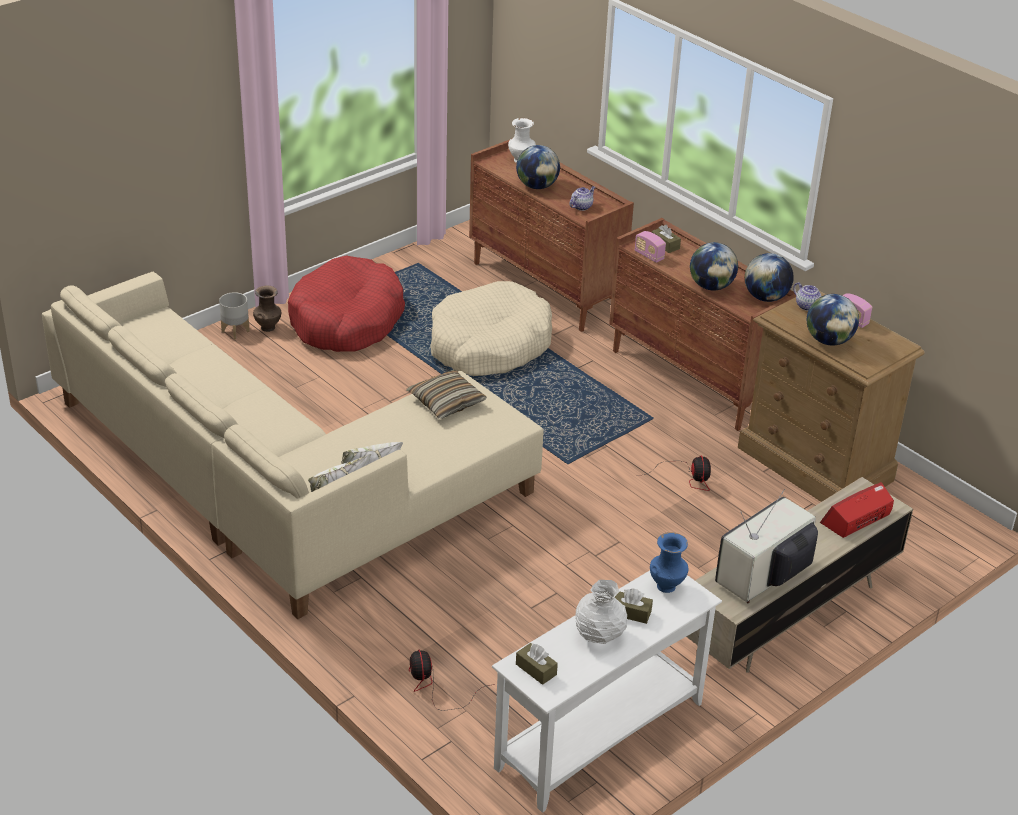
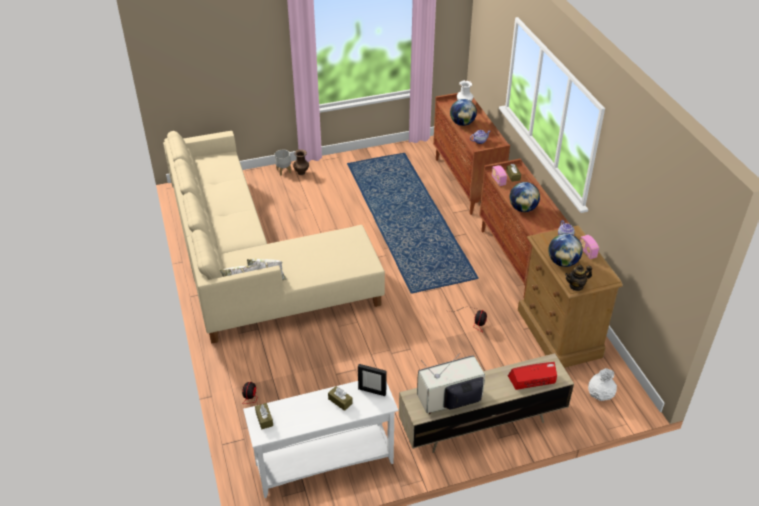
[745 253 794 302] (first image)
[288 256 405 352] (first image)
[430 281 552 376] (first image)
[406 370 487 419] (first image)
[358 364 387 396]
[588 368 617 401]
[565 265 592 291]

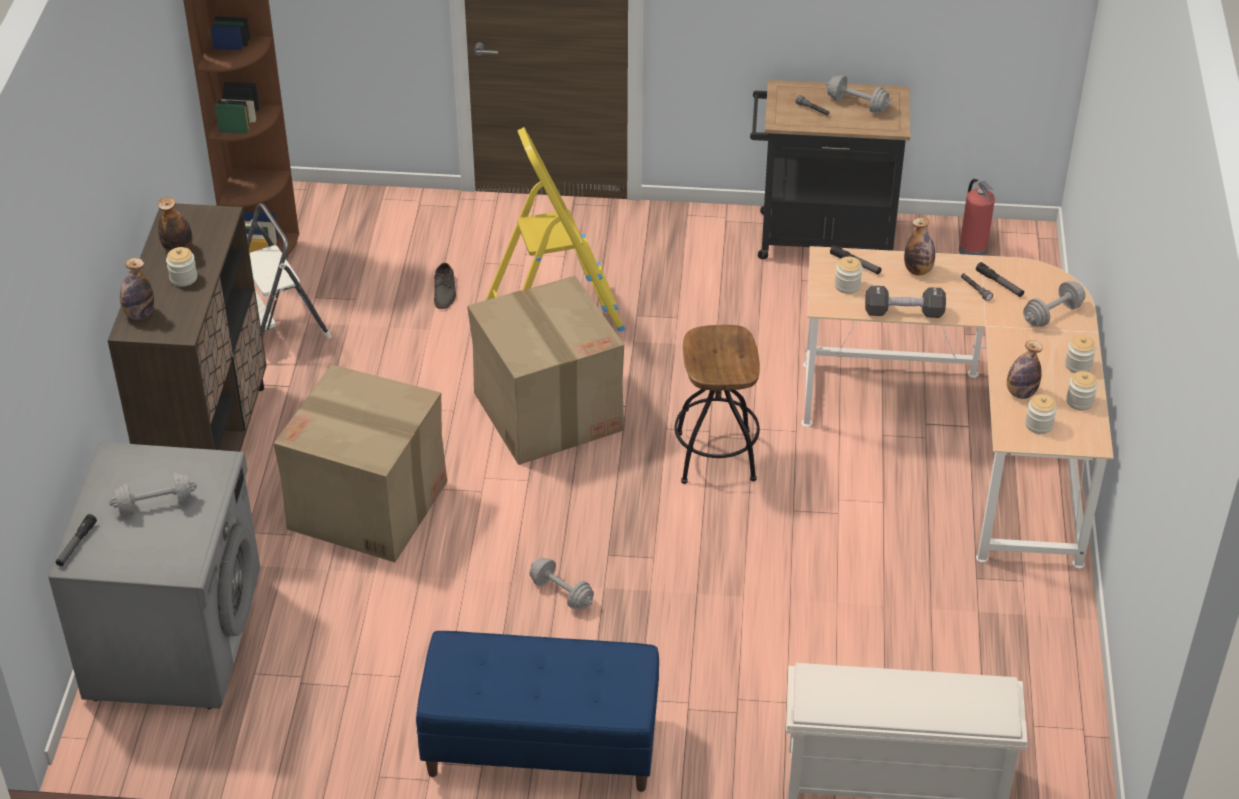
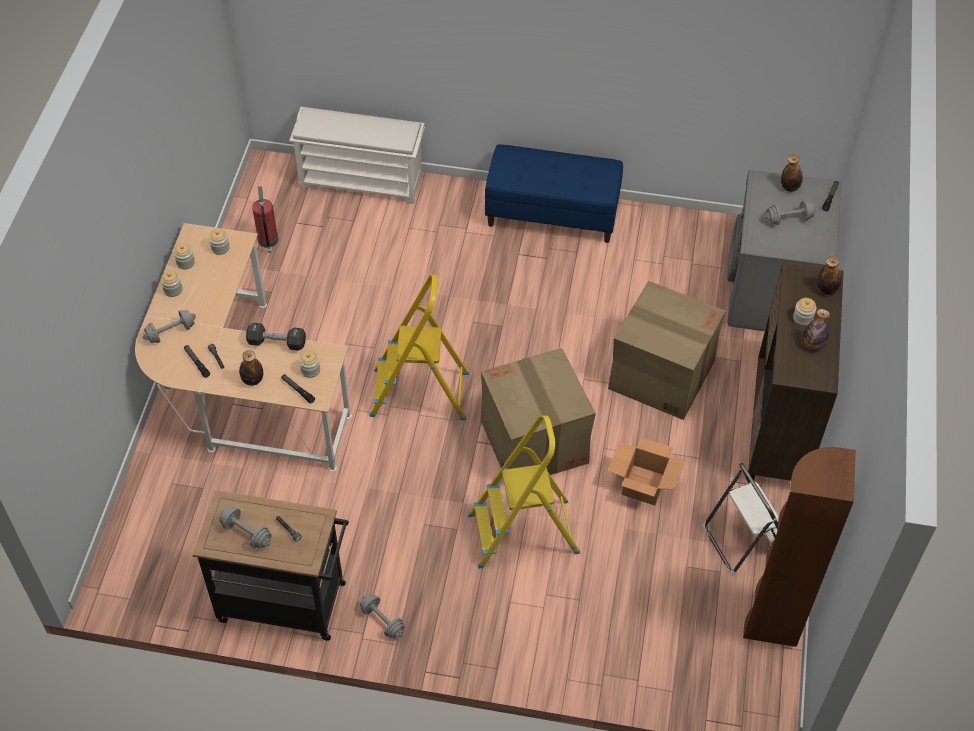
[252 186 278 253]
[434 263 456 309] (first image)
[369 274 469 420]
[781 154 803 192]
[360 594 405 639]
[608 437 686 506]

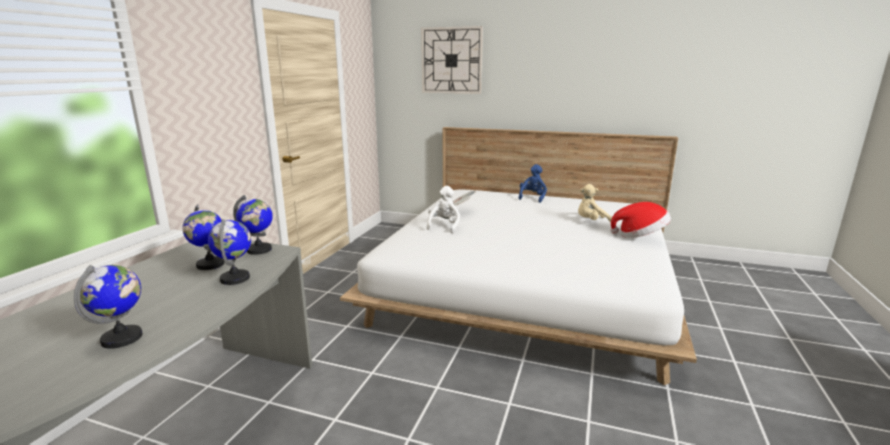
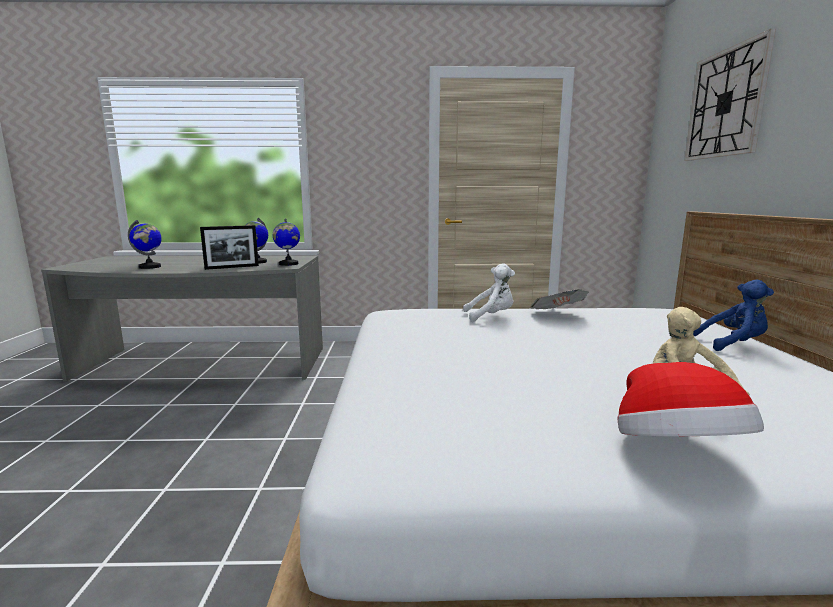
[200 225 259 270]

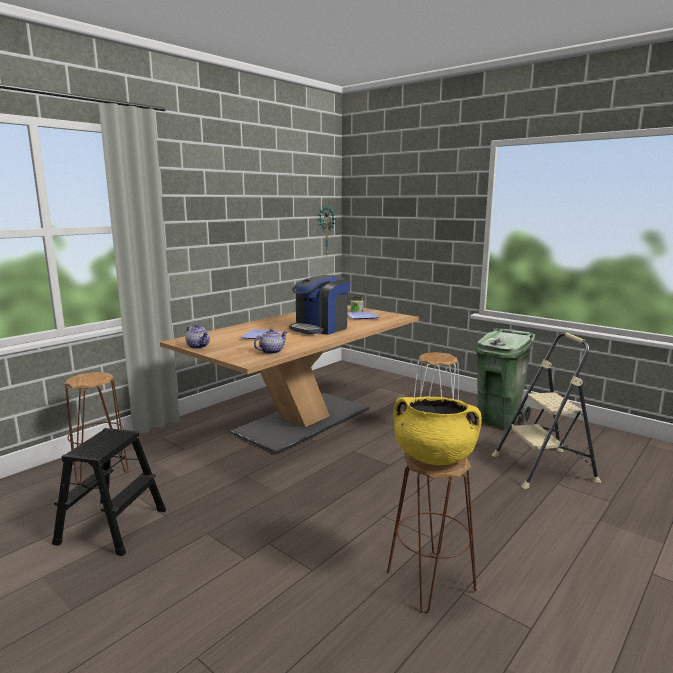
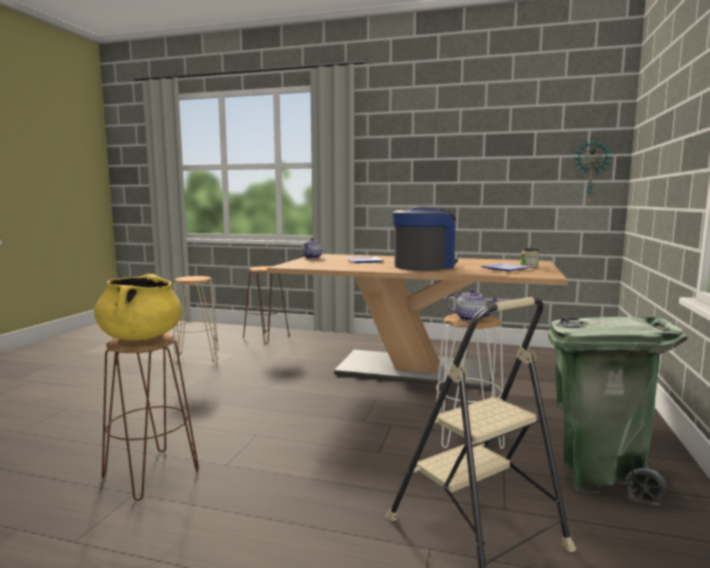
[392 206 458 271]
[446 289 499 322]
[173 276 219 365]

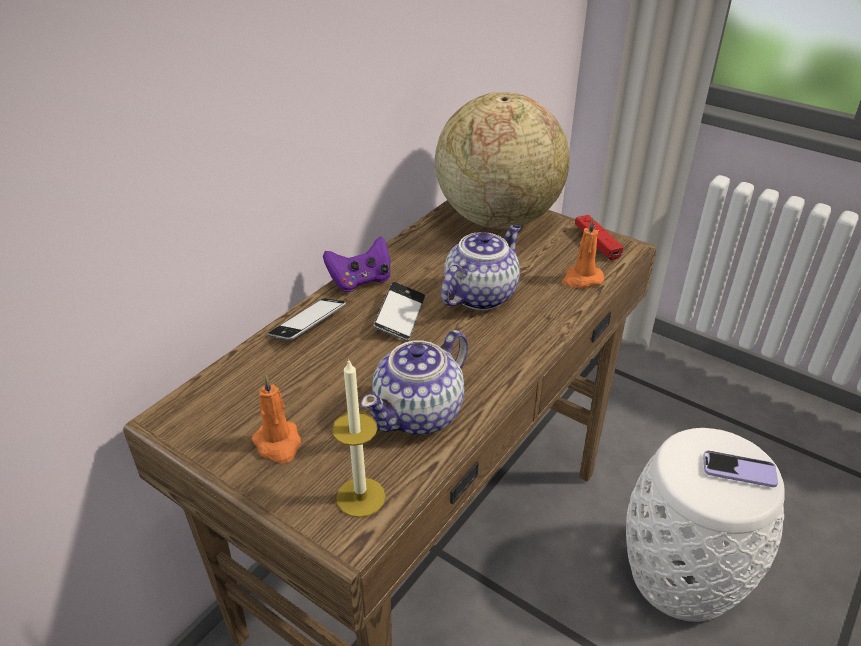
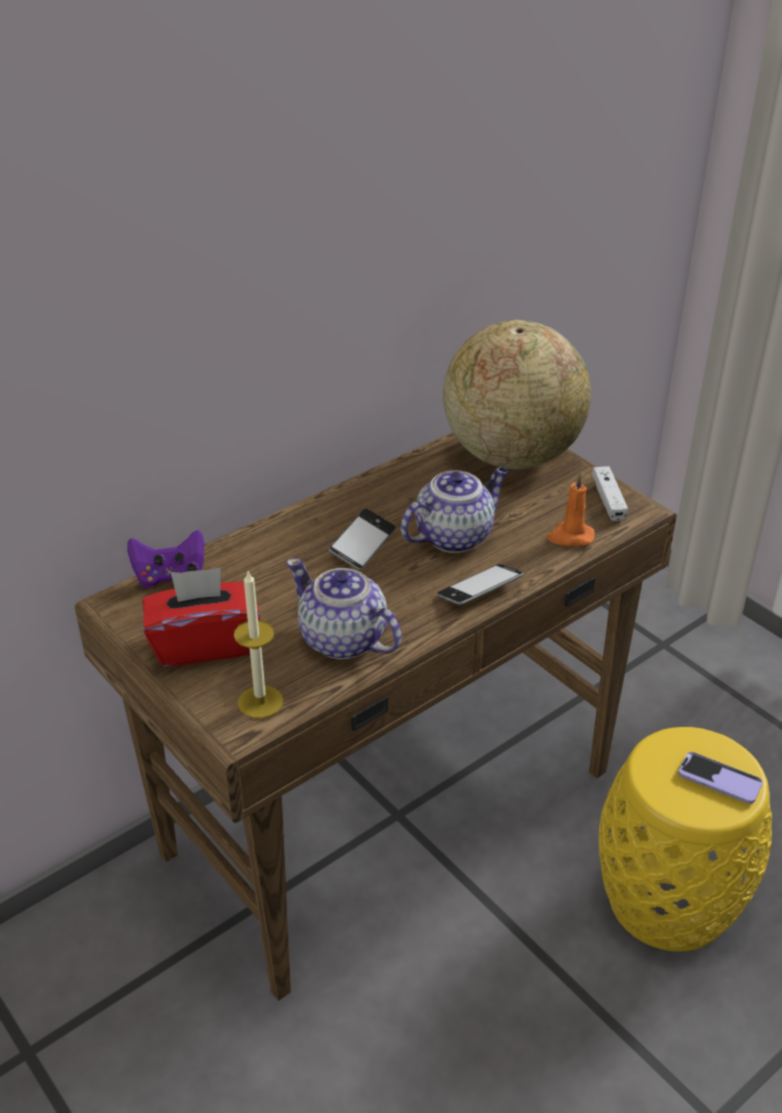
[592 466 628 521]
[127 530 204 588]
[437 564 523 605]
[286 558 402 659]
[143 568 260 667]
[599 727 772 952]

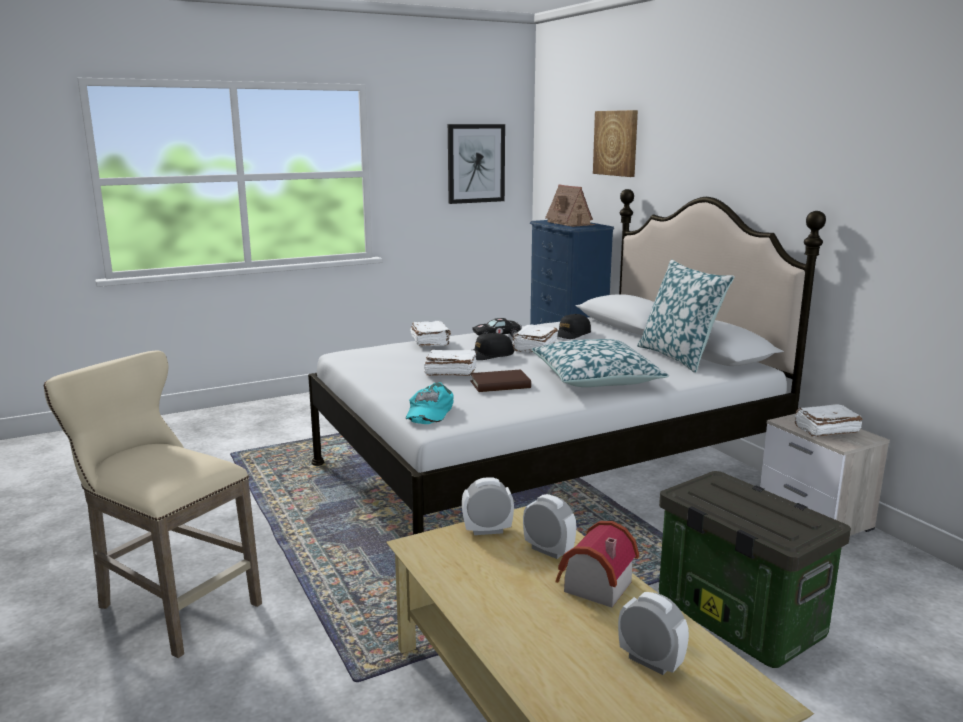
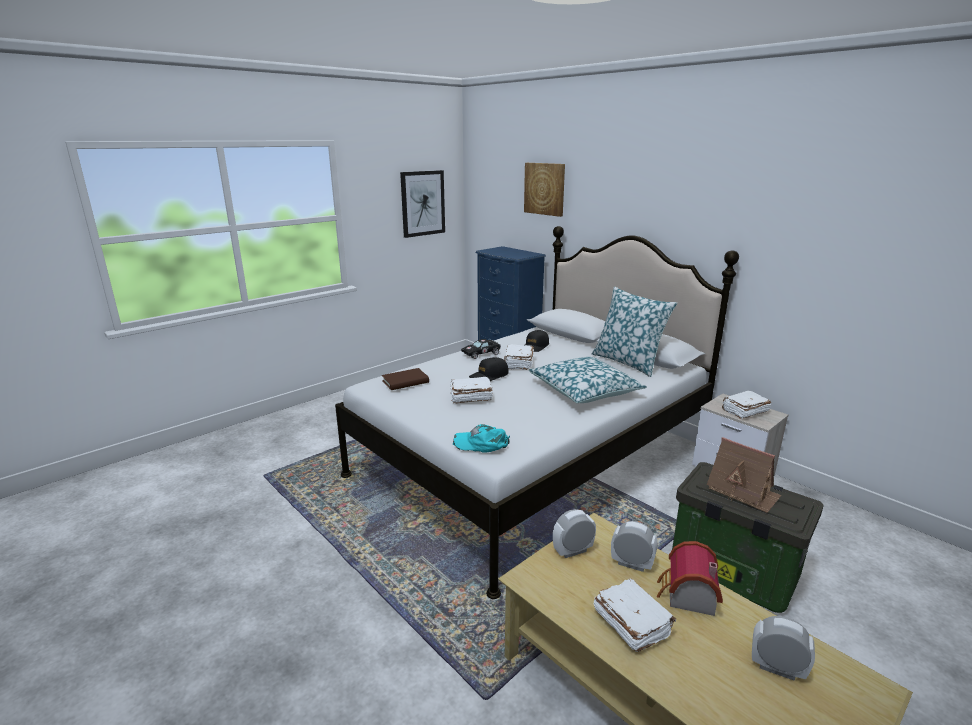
[707 437 781 513]
[594 579 676 652]
[43 351 262 658] (first image)
[382 368 429 390]
[453 424 510 453]

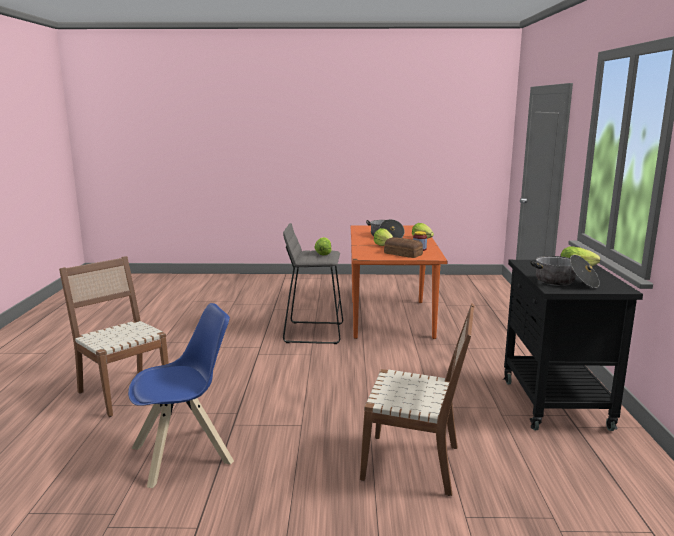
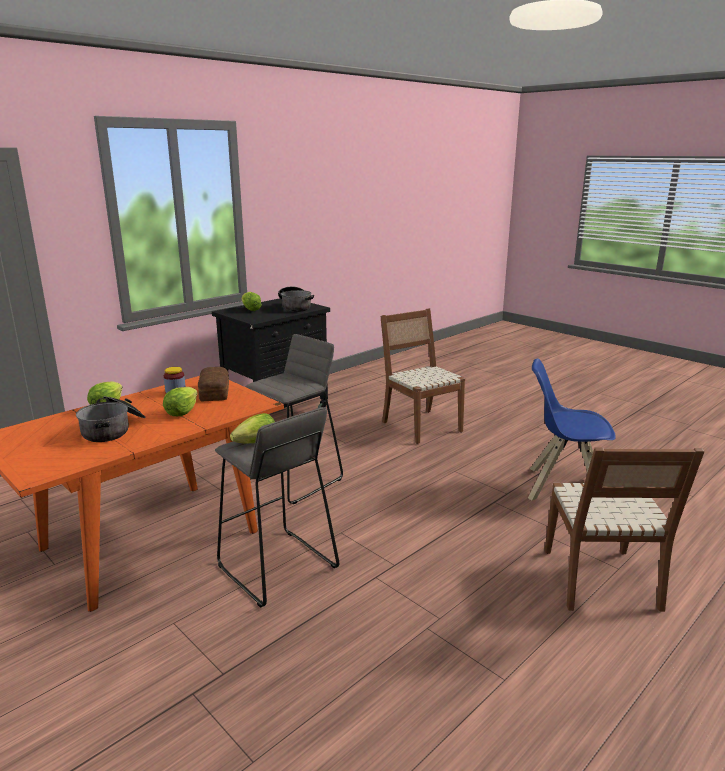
[245 334 343 504]

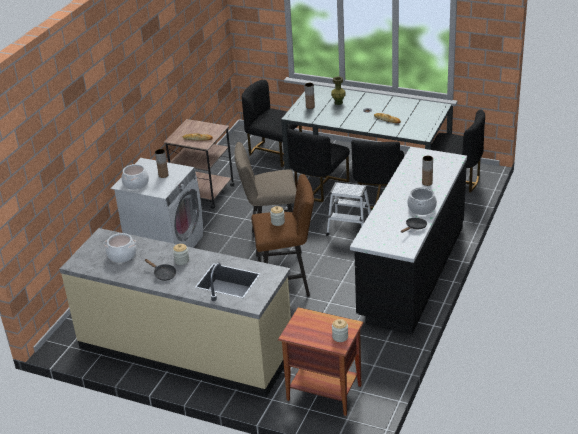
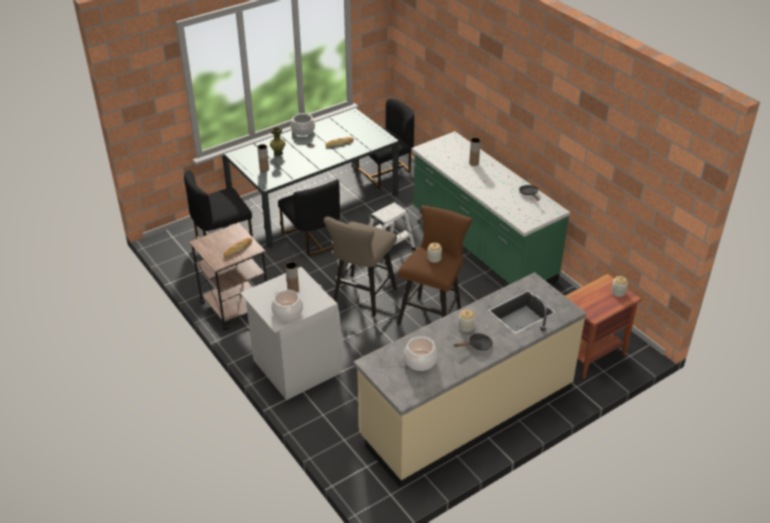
[351 140 404 209] (first image)
[411 131 570 285]
[291 113 315 136]

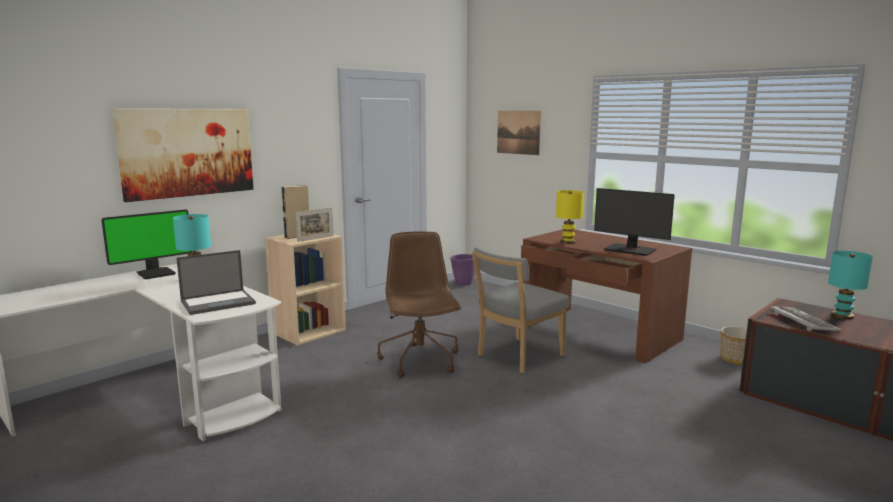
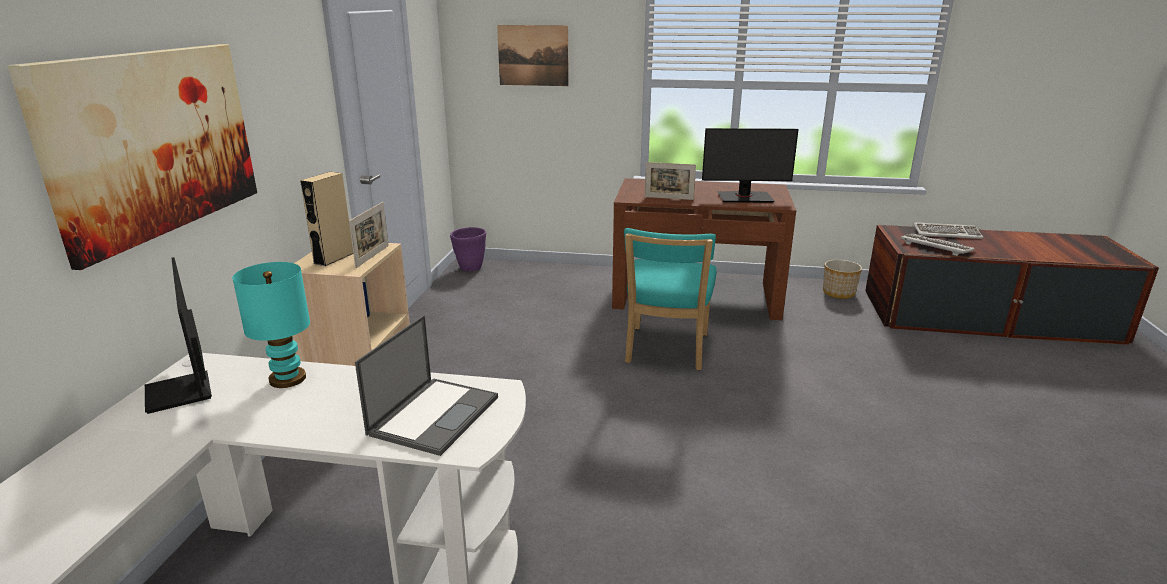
[645 162 696 200]
[145 257 212 414]
[377 231 461 378] (first image)
[624 228 716 370]
[913 222 984 239]

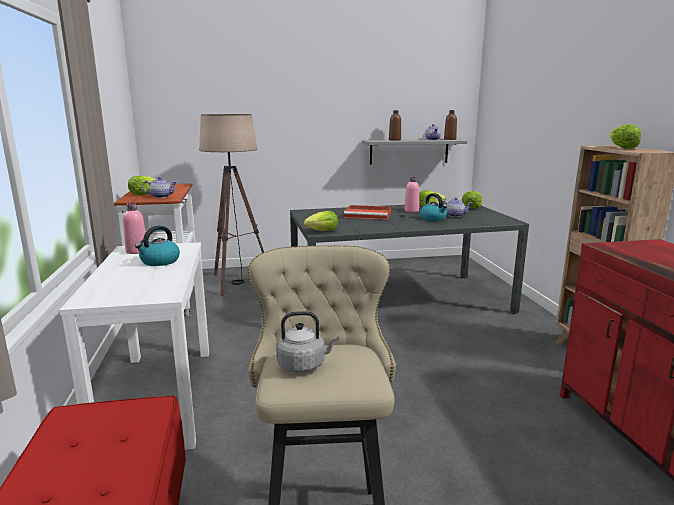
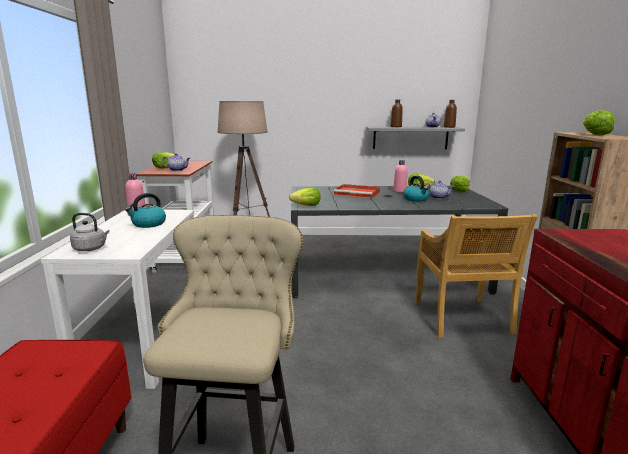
[70 213 110 251]
[415 214 538 338]

